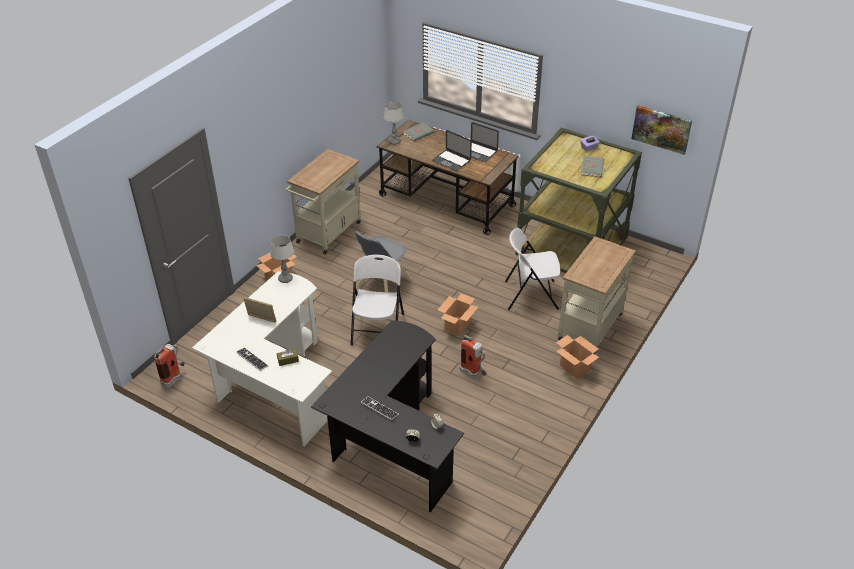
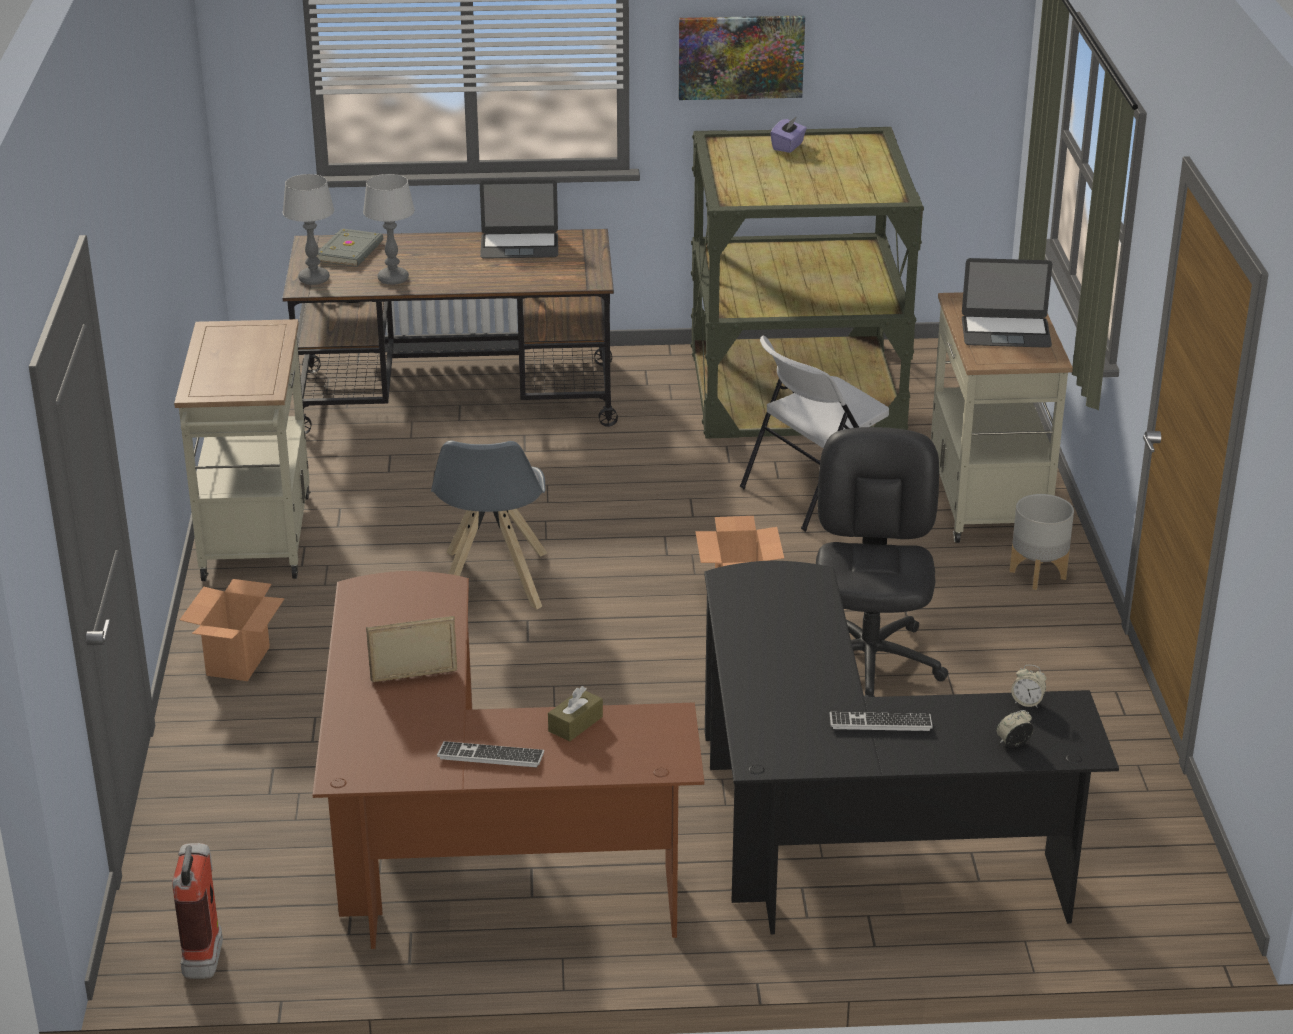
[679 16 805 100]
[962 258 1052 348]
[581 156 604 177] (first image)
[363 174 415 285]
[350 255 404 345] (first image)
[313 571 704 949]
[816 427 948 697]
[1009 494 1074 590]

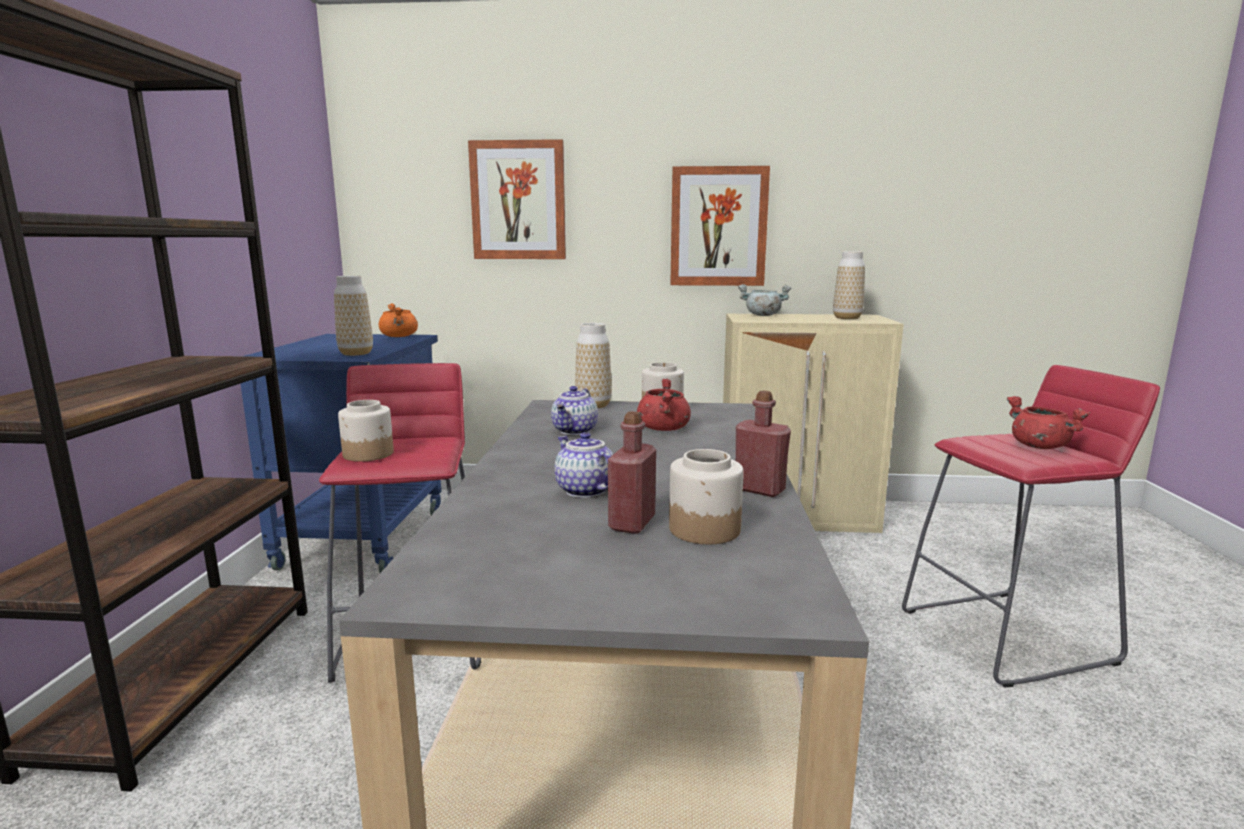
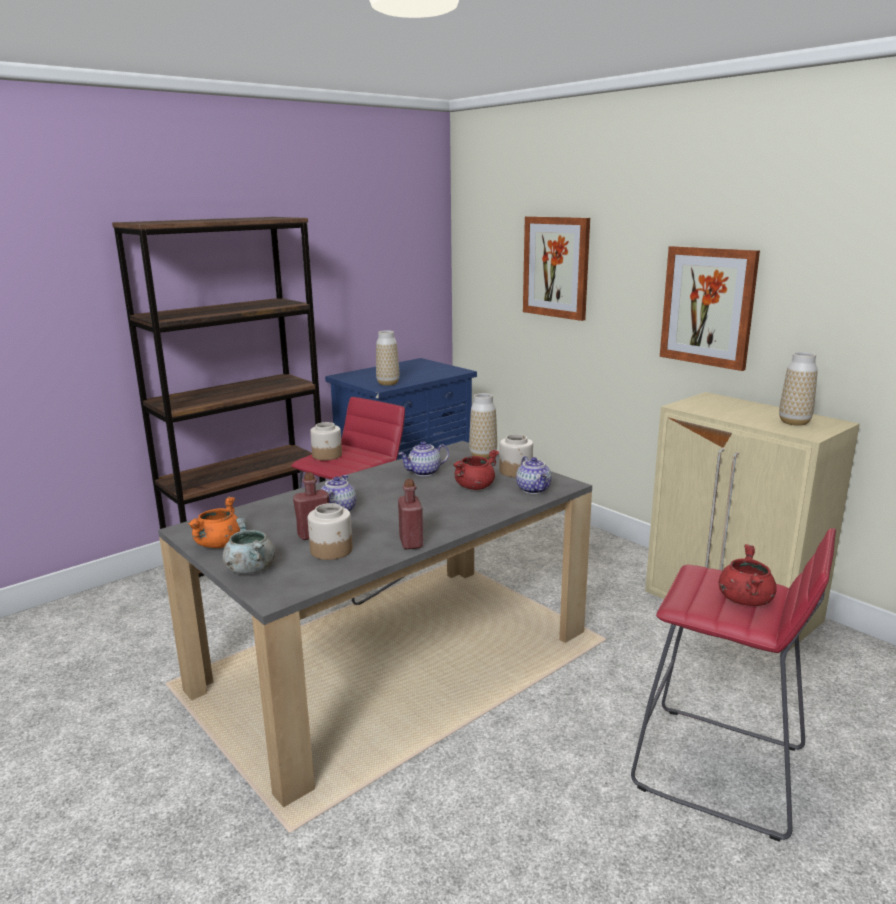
[223 518 276 574]
[188 497 240 548]
[516 456 551 494]

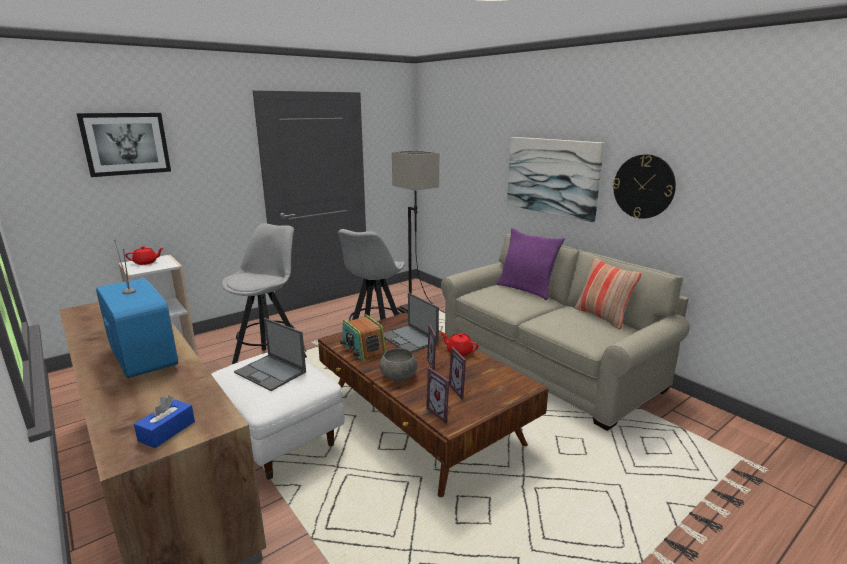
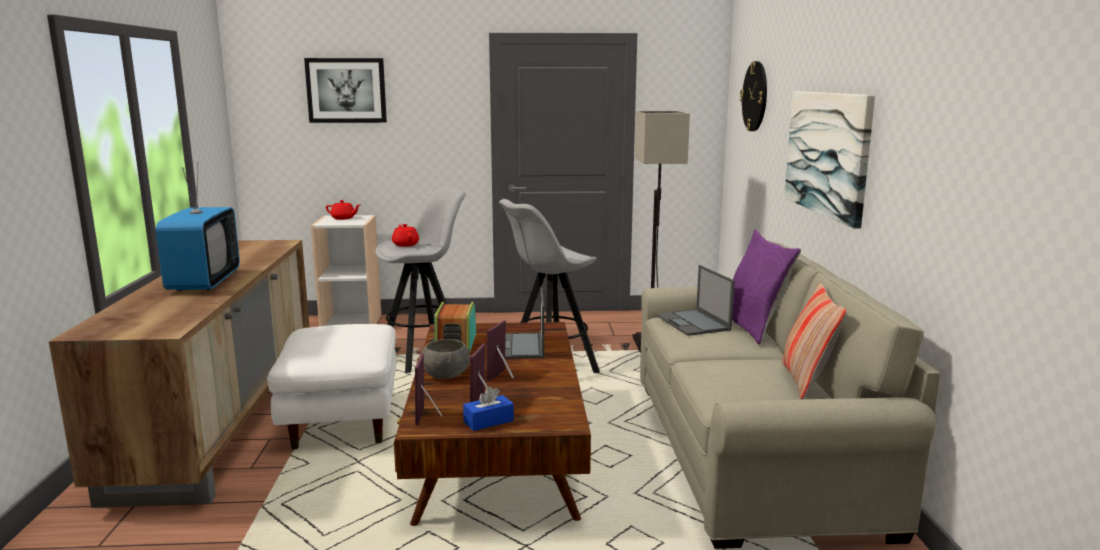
[740 61 767 131]
[656 265 735 336]
[392 224 419 246]
[463 386 514 431]

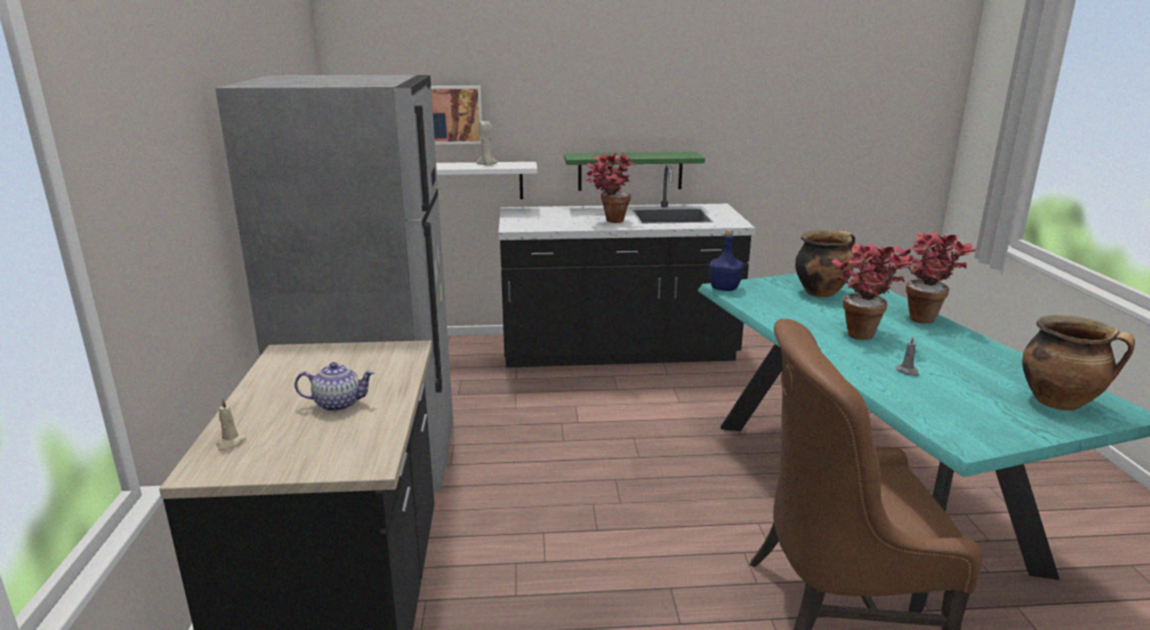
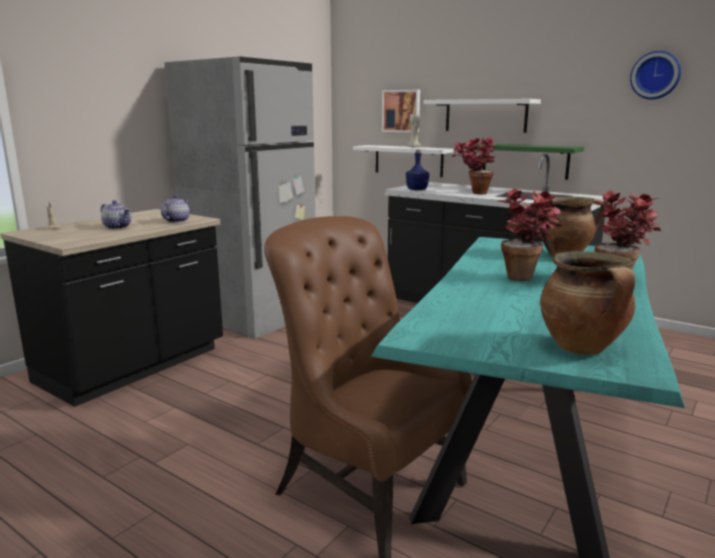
[406 150 429 190]
[895 336 919 376] (first image)
[630 51 681 99]
[423 99 541 133]
[161 195 190 223]

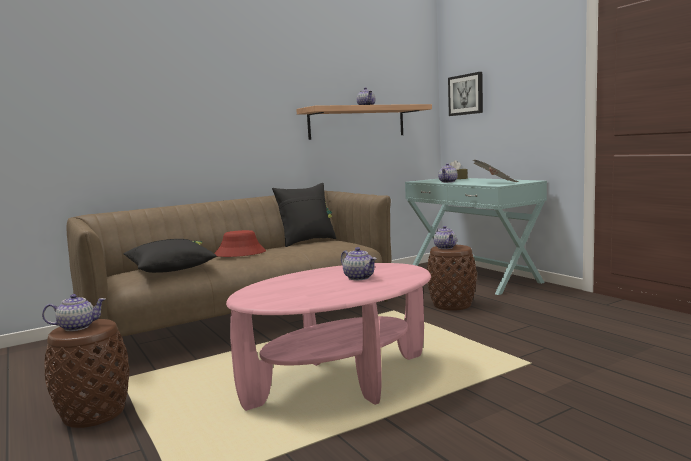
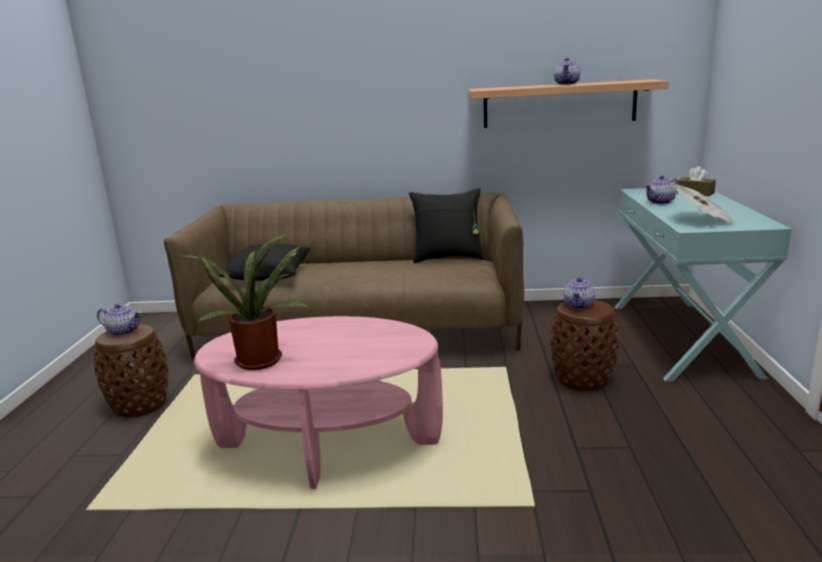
[448 72 483 116] (first image)
[214 230 266 257] (first image)
[341 247 377 280] (first image)
[185 234 307 370]

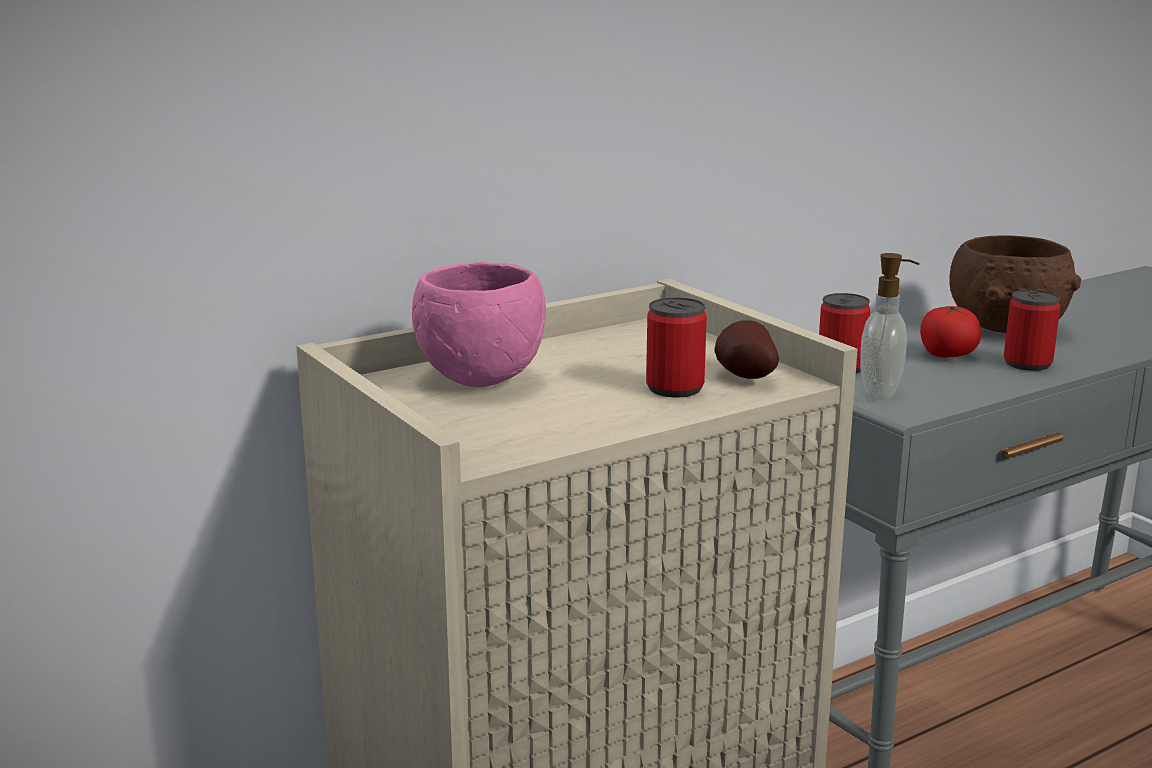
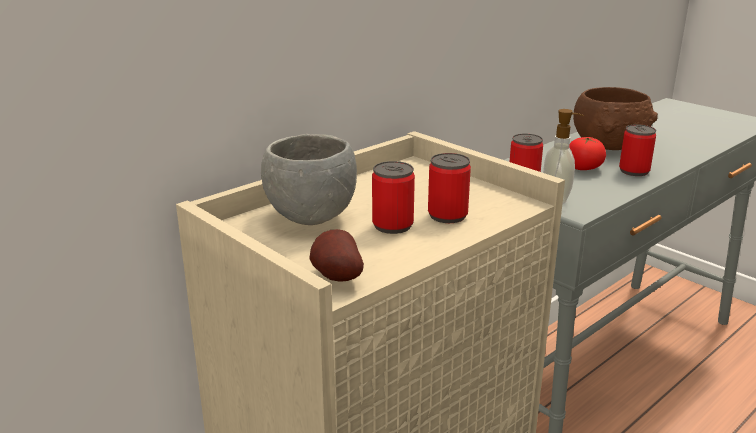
[261 134 357 225]
[310 229 364 282]
[372 161 415 234]

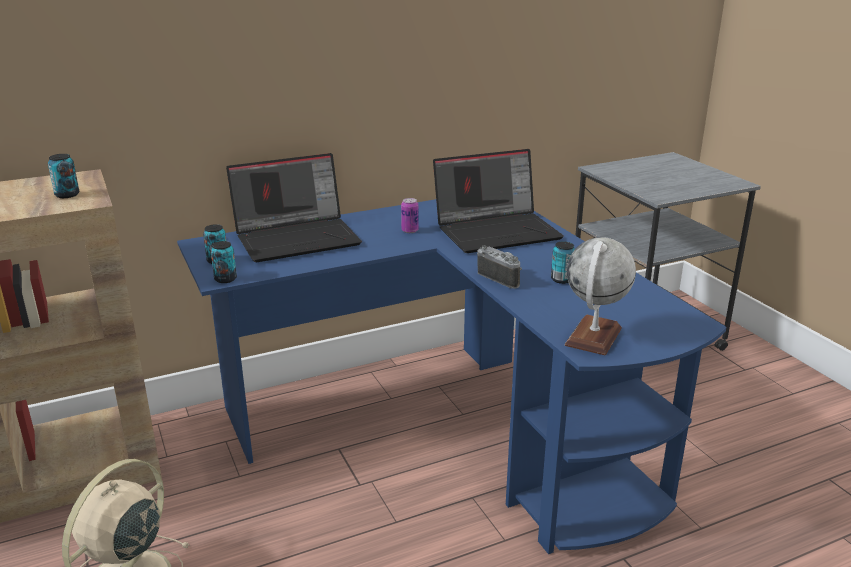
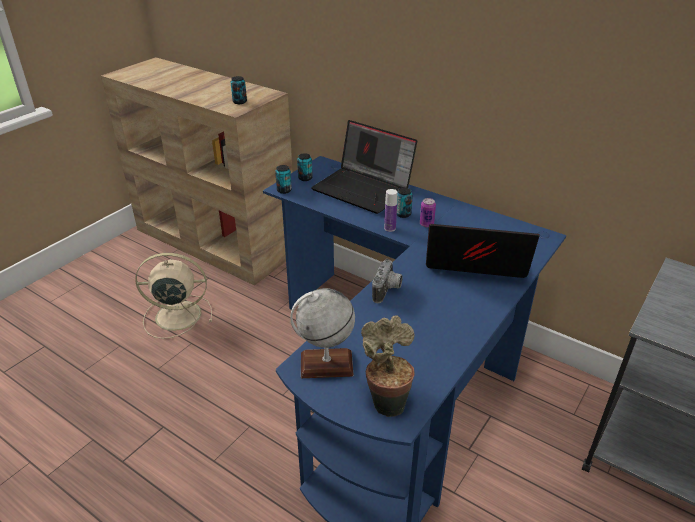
[426 224 540 278]
[397 188 413 218]
[384 189 398 232]
[361 315 415 417]

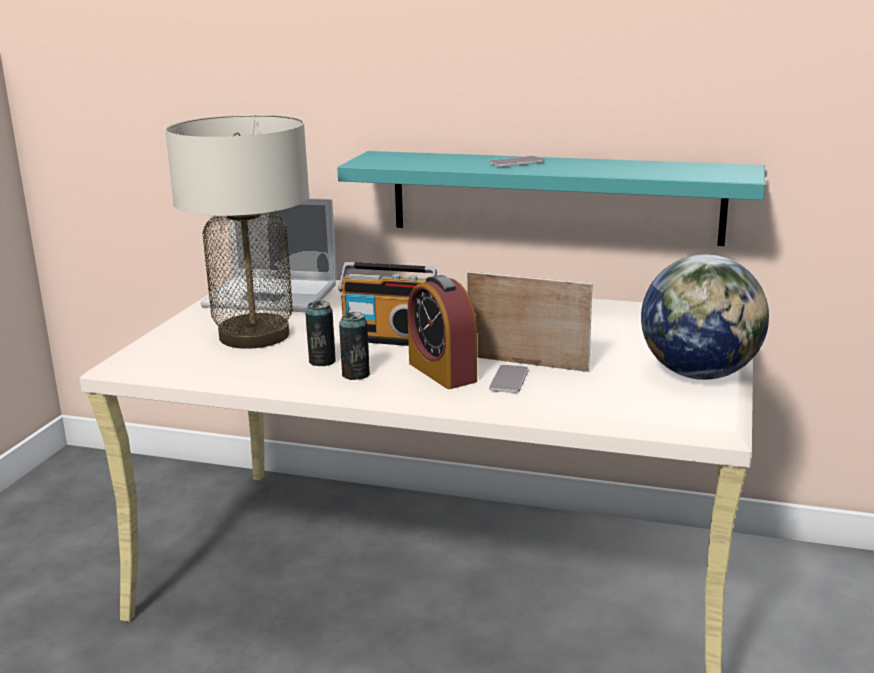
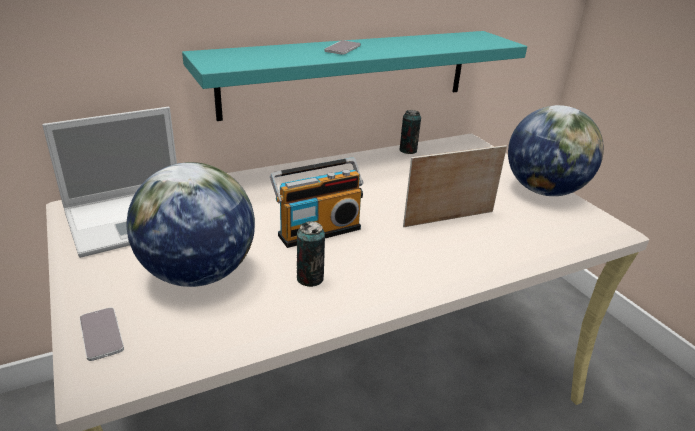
[127 162 255 287]
[408 275 477 389] (first image)
[399 110 421 154]
[80 307 124 361]

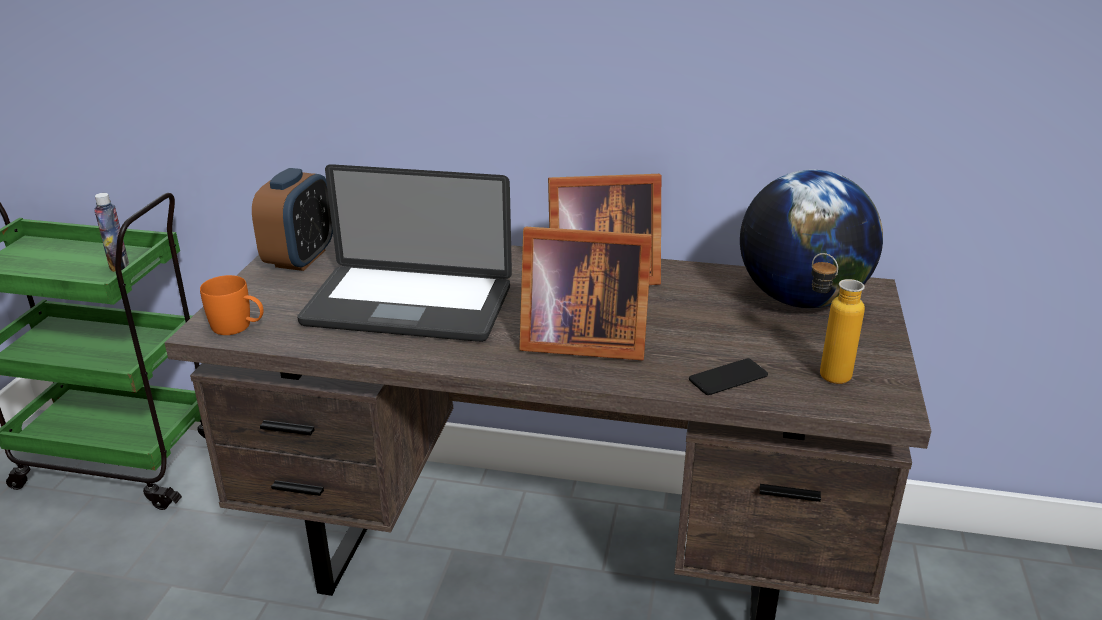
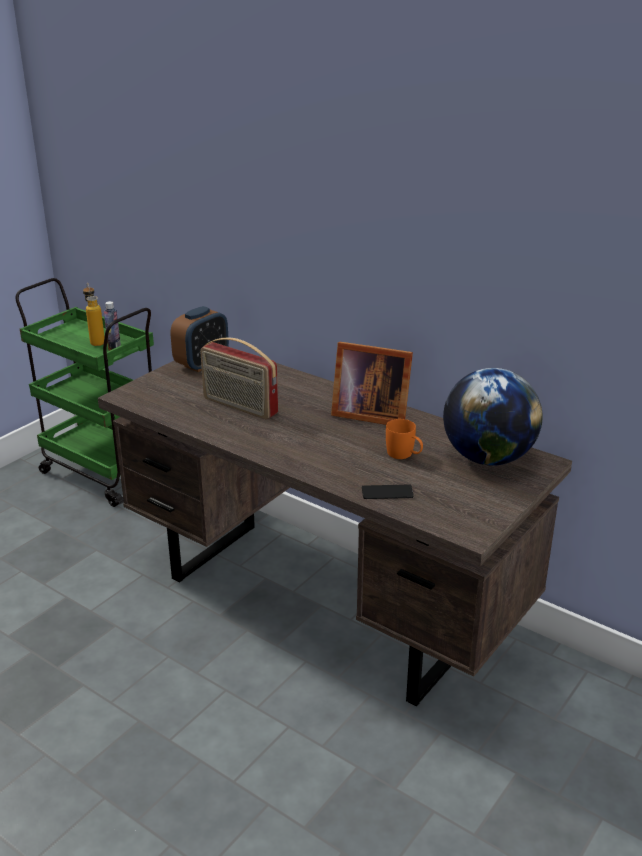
[200 338 278 419]
[519 227 652 360] (first image)
[83 283 105 346]
[386 419 423 459]

